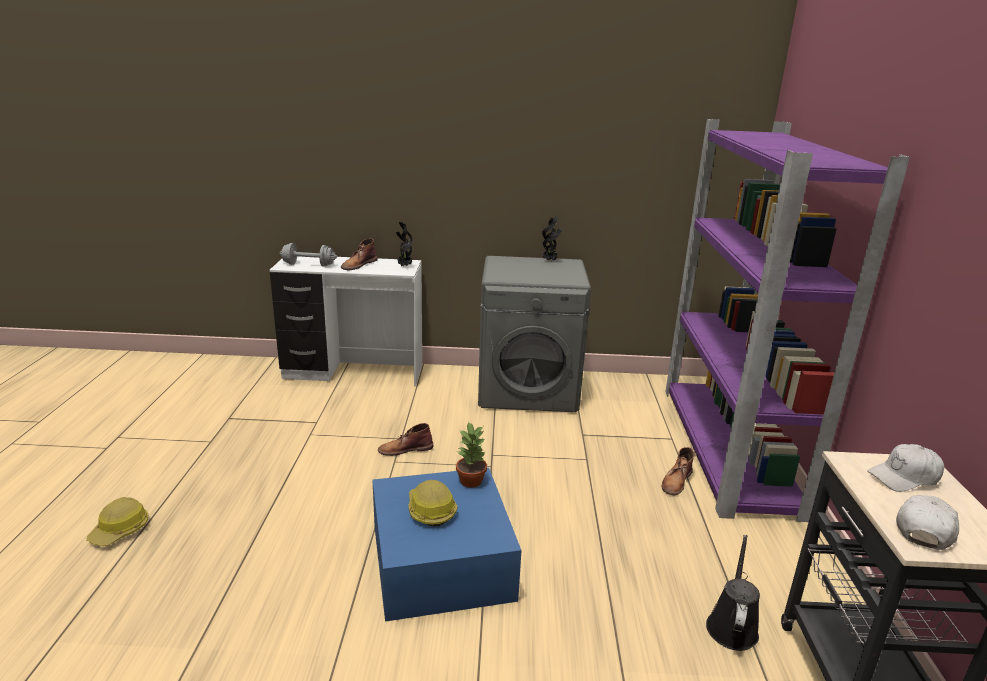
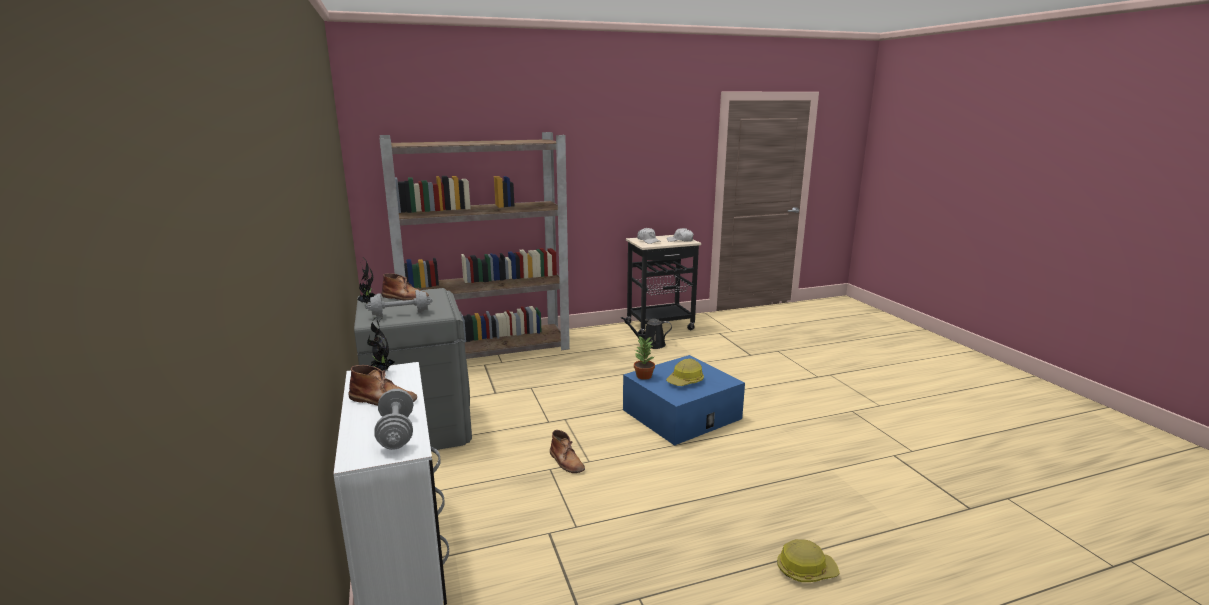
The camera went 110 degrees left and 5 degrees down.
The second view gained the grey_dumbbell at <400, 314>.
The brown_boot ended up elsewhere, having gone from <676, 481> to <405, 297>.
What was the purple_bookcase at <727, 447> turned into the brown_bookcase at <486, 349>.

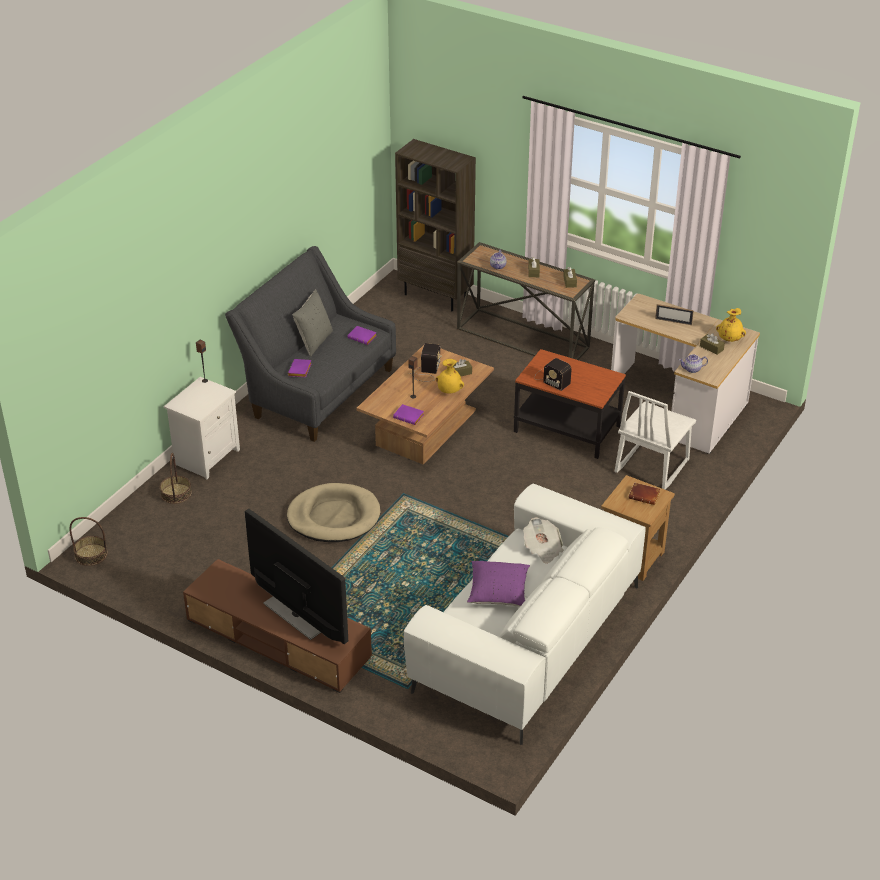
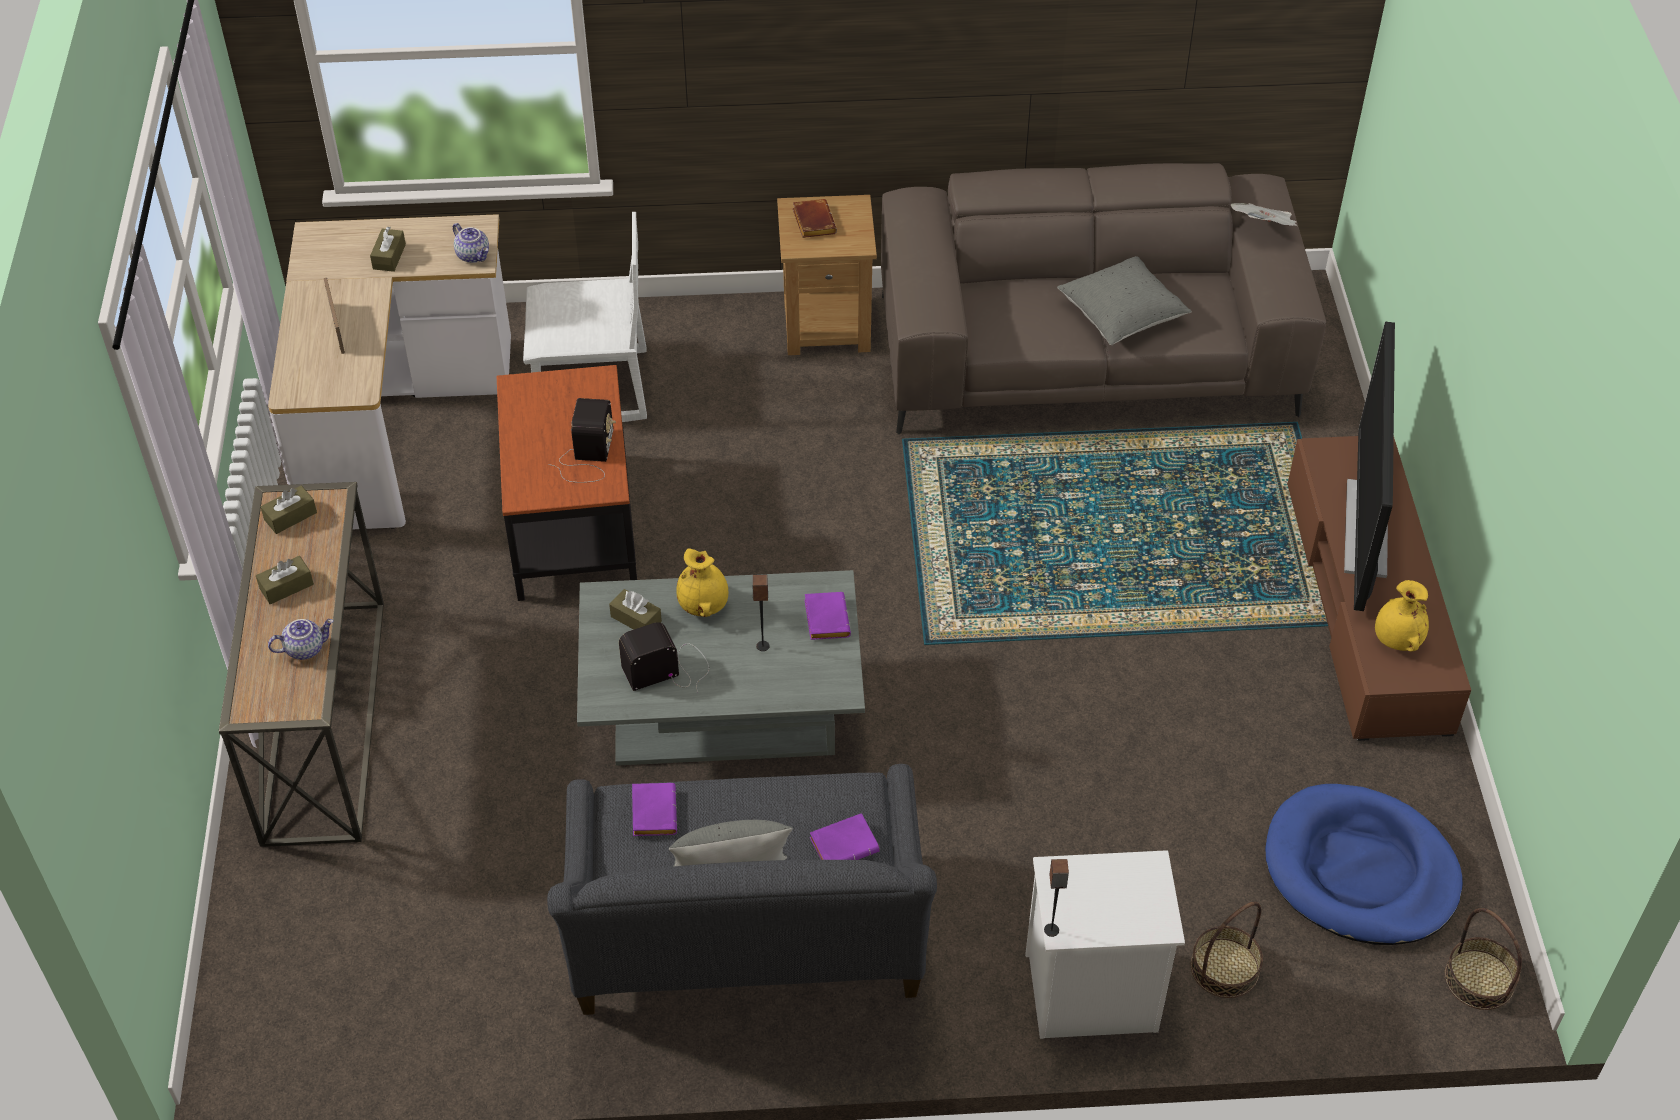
The camera went 125 degrees left and 10 degrees up.
The second view lost the beige_dog_bed at <334, 516>.
The second view lost the brown_bookcase at <436, 296>.
The second view gained the blue_dog_bed at <1360, 871>.
The newspaper ended up elsewhere, having gone from <543, 549> to <1264, 228>.
The yellow_vase ended up elsewhere, having gone from <729, 339> to <1396, 640>.
What was the brown_coffee_table at <426, 427> turned into the grey_coffee_table at <723, 712>.
What was the white_sofa at <526, 637> turned into the brown_sofa at <1086, 356>.
What was the purple_pillow at <498, 593> turned into the grey_pillow at <1122, 315>.

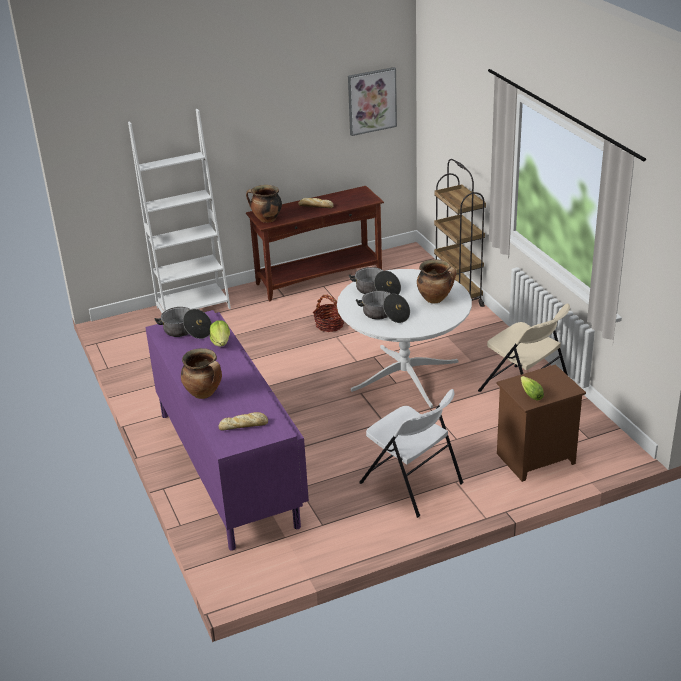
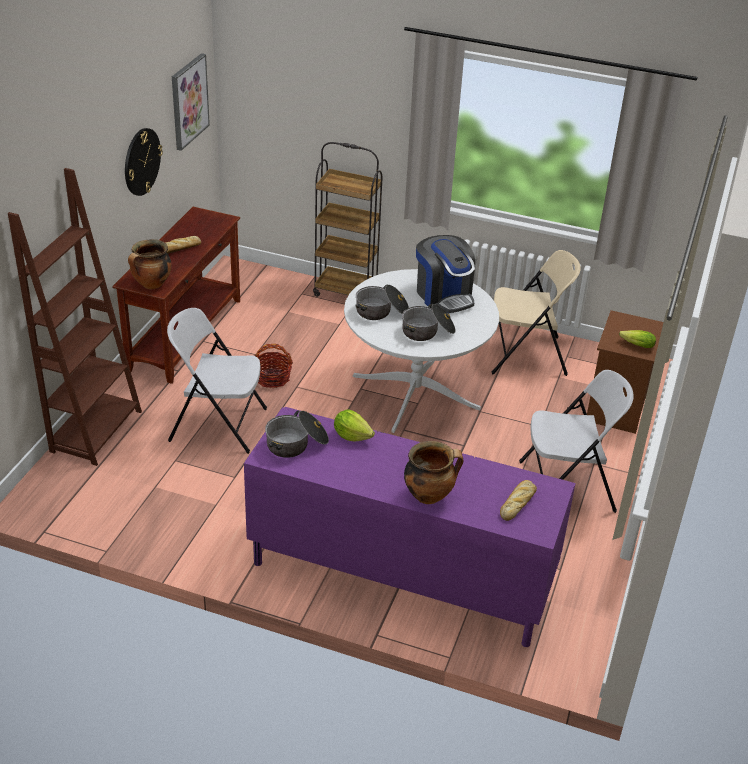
The camera went 50 degrees left and 5 degrees up.
The second view gained the wall_clock at <141, 161>.
The second view gained the white_chair at <218, 424>.
Where the cooking_pot stood at <435, 299>, the coffee_machine came to stand at <444, 295>.
What was the white_bookcase at <193, 307> turned into the brown_bookcase at <96, 431>.

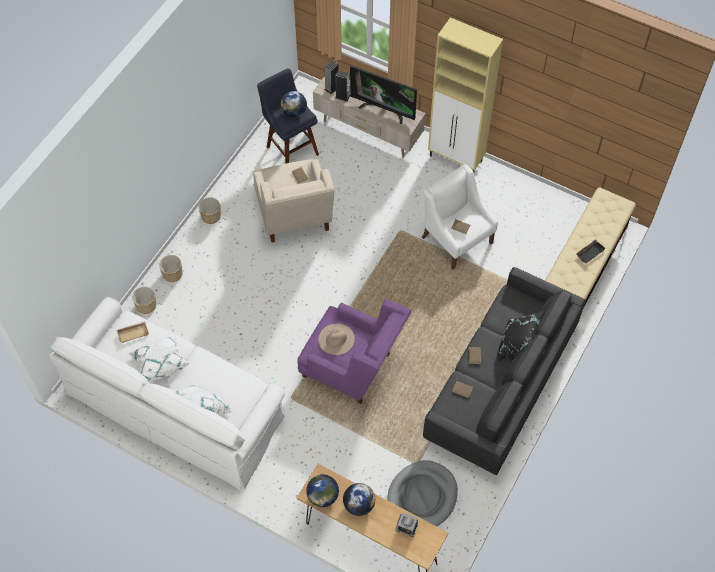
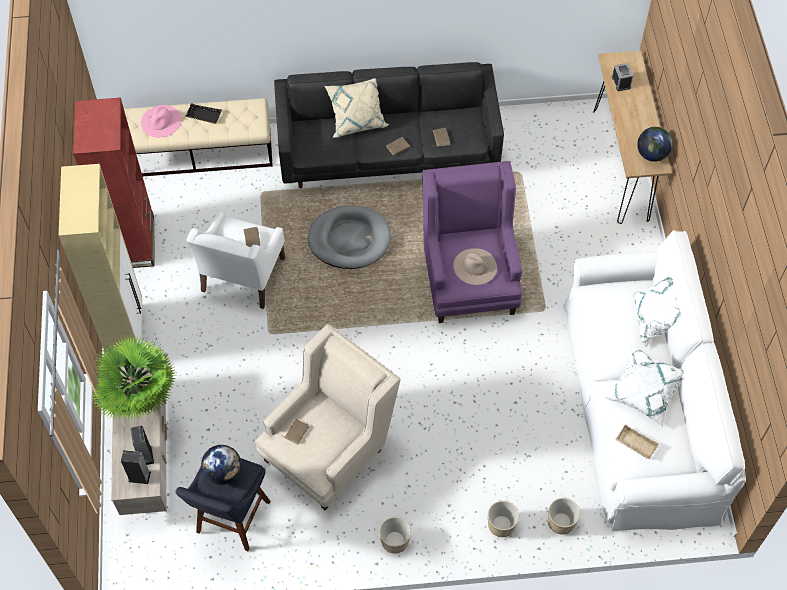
The camera went 125 degrees left and 0 degrees up.
The second view lost the globe at <359, 505>.
The second view gained the red_bookcase at <134, 243>.
The second view gained the pink_hat at <161, 121>.
The grey_dog_bed ended up elsewhere, having gone from <422, 496> to <349, 239>.
Where the television stood at <383, 109>, the potted_plant came to stand at <138, 397>.
What was the black_pillow at <517, 344> turned into the beige_pillow at <357, 121>.

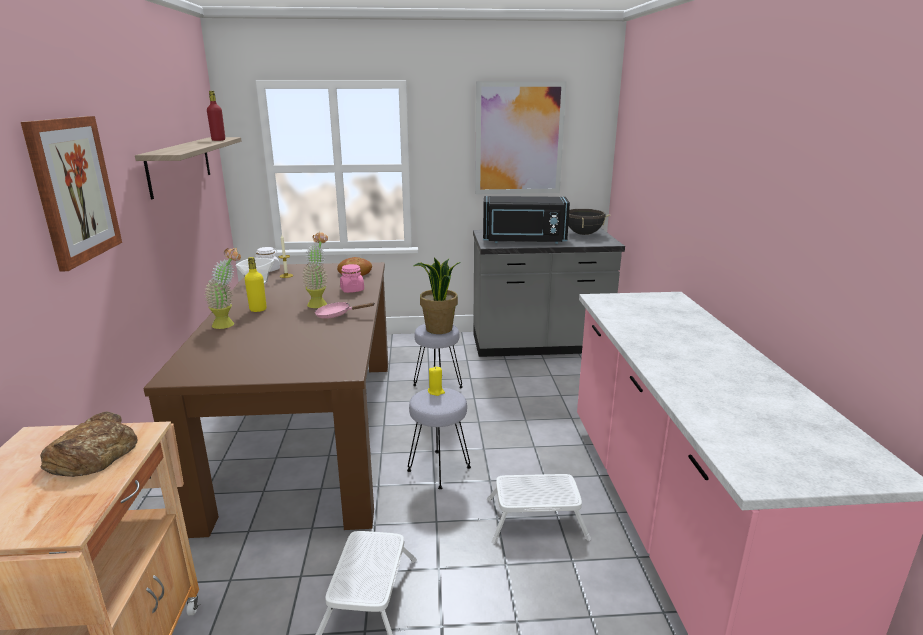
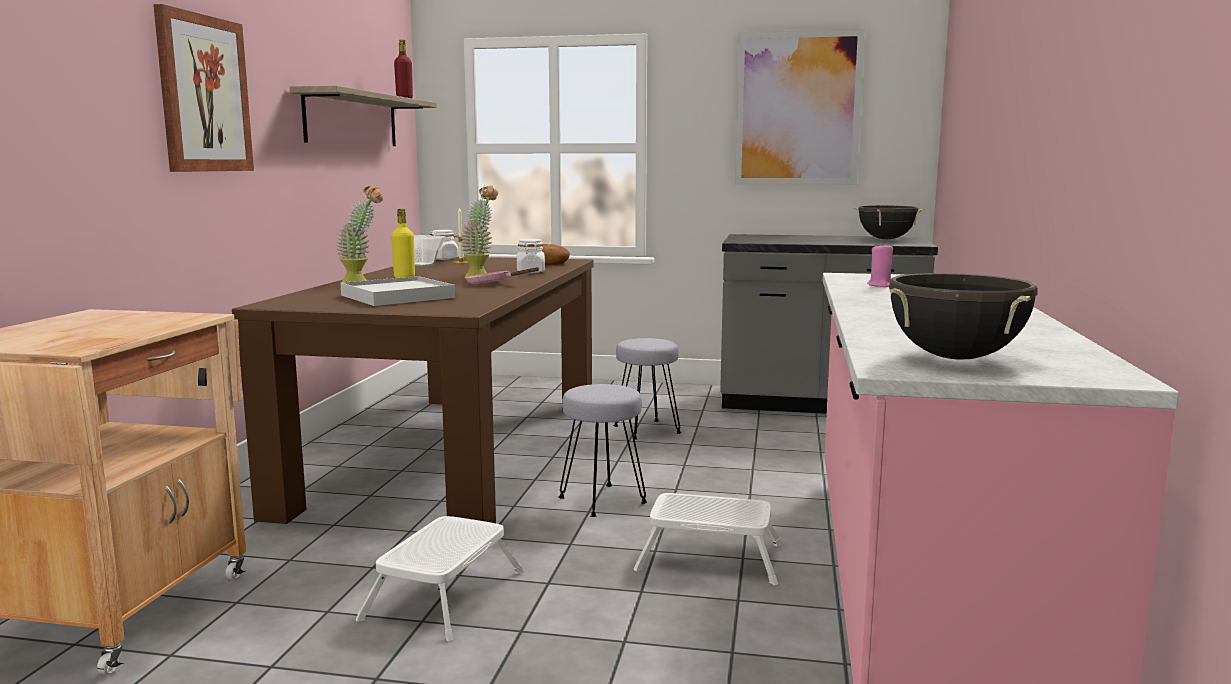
The camera went 15 degrees right and 10 degrees down.
The second view lost the bread at <93, 453>.
The second view lost the potted_plant at <439, 329>.
The second view lost the yellow_candle at <436, 392>.
The second view lost the black_microwave at <524, 241>.
The second view gained the white_tray at <397, 296>.
The second view gained the pink_candle at <880, 285>.
The second view gained the black_cooking_pot at <955, 358>.
What was the pink_jar at <352, 290> turned into the white_jar at <530, 272>.

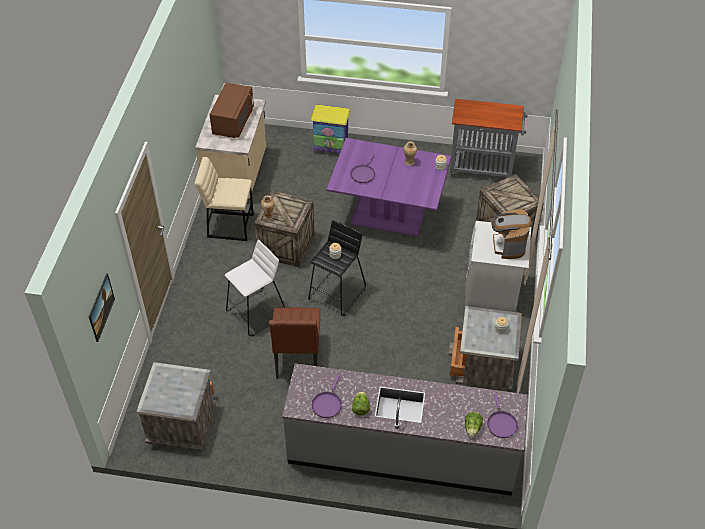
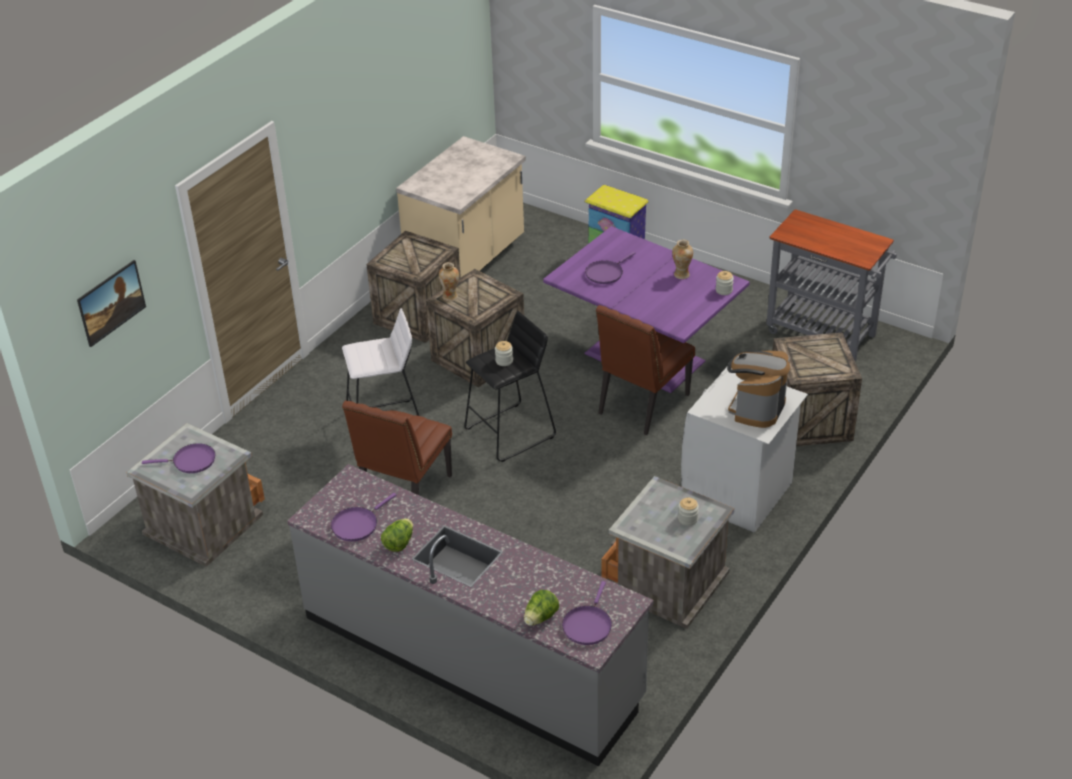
The camera went 25 degrees right and 10 degrees down.
The second view lost the brown_microwave at <233, 122>.
The second view gained the purple_frying_pan at <191, 461>.
The second view gained the brown_chair at <644, 403>.
Where the beige_stool stood at <229, 225>, the crate came to stand at <417, 314>.

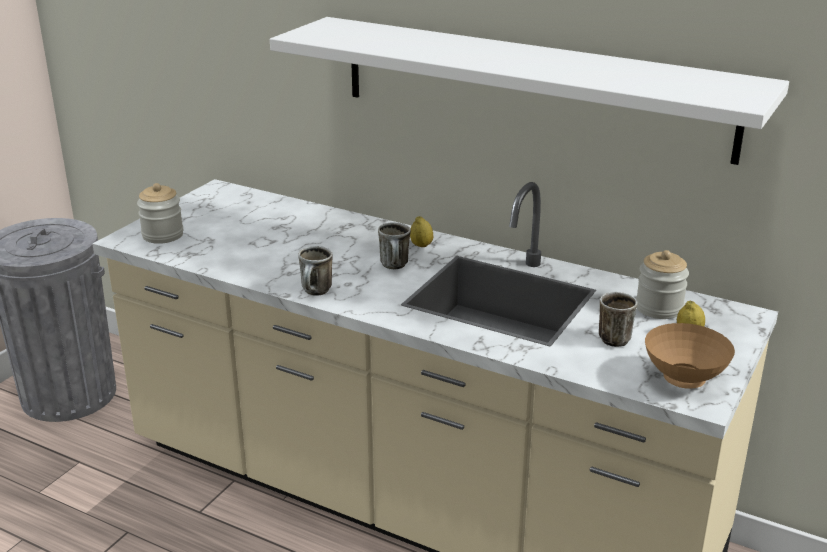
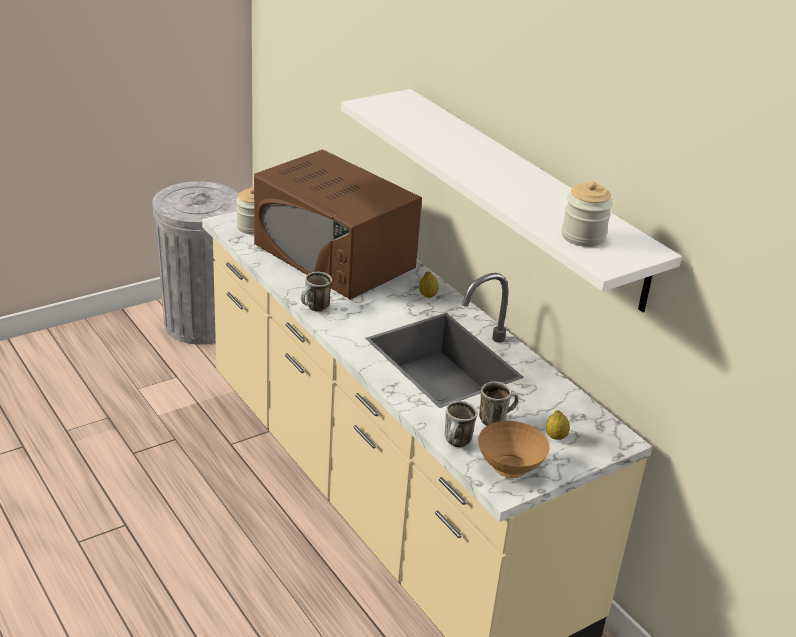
The camera went 25 degrees right and 5 degrees up.
The second view gained the brown_microwave at <334, 256>.
The mug ended up elsewhere, having gone from <396, 267> to <457, 444>.
The jar ended up elsewhere, having gone from <659, 308> to <583, 236>.

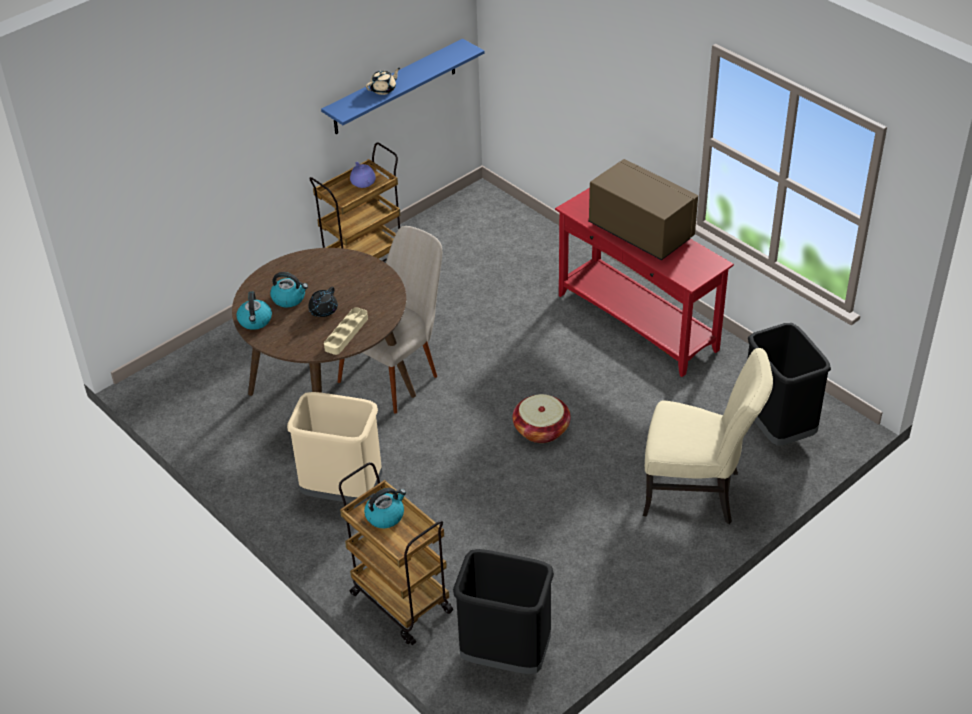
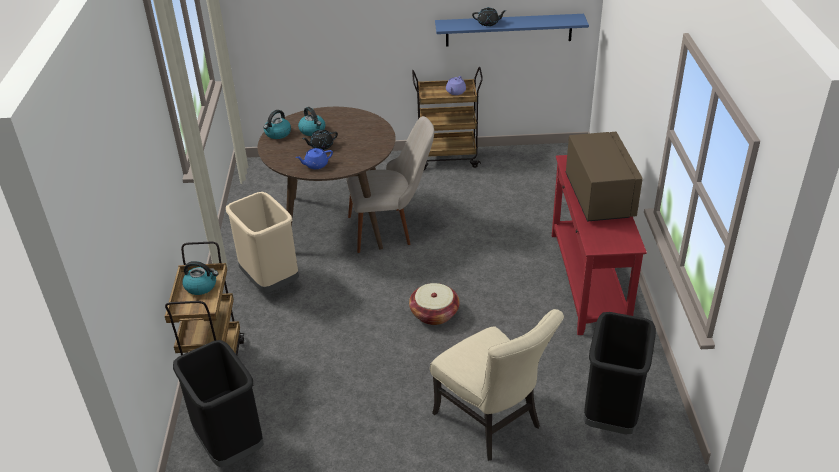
The camera went 40 degrees right and 5 degrees down.
Where the beige_tray stood at <346, 333>, the blue_teapot came to stand at <316, 165>.
What was the beige_teapot at <383, 89> turned into the black_teapot at <488, 23>.

